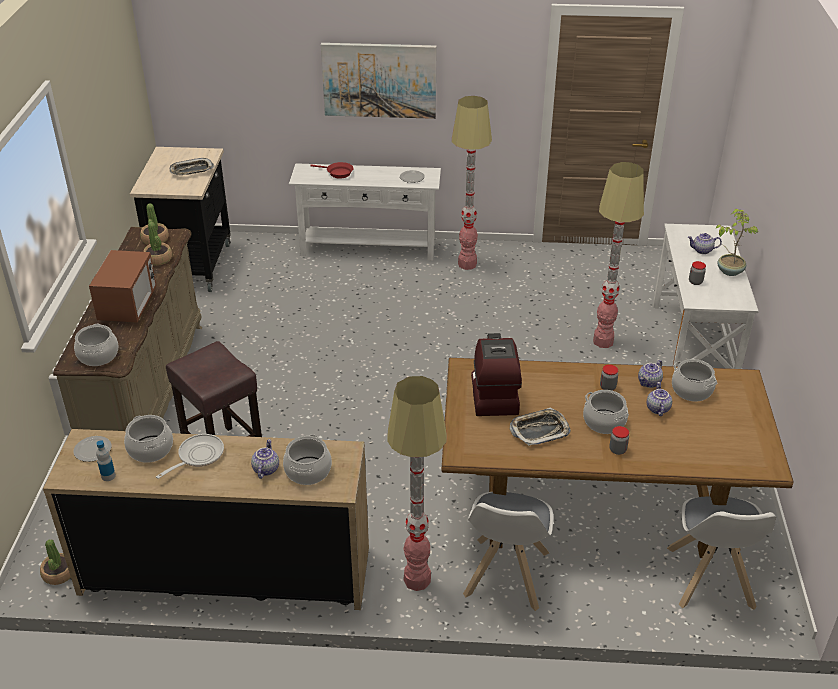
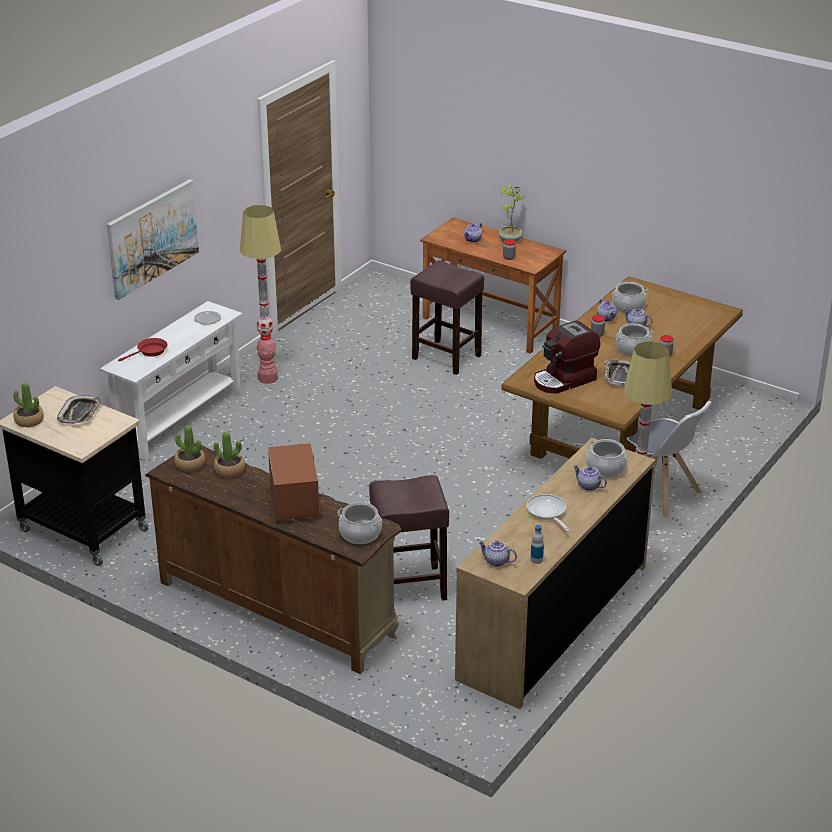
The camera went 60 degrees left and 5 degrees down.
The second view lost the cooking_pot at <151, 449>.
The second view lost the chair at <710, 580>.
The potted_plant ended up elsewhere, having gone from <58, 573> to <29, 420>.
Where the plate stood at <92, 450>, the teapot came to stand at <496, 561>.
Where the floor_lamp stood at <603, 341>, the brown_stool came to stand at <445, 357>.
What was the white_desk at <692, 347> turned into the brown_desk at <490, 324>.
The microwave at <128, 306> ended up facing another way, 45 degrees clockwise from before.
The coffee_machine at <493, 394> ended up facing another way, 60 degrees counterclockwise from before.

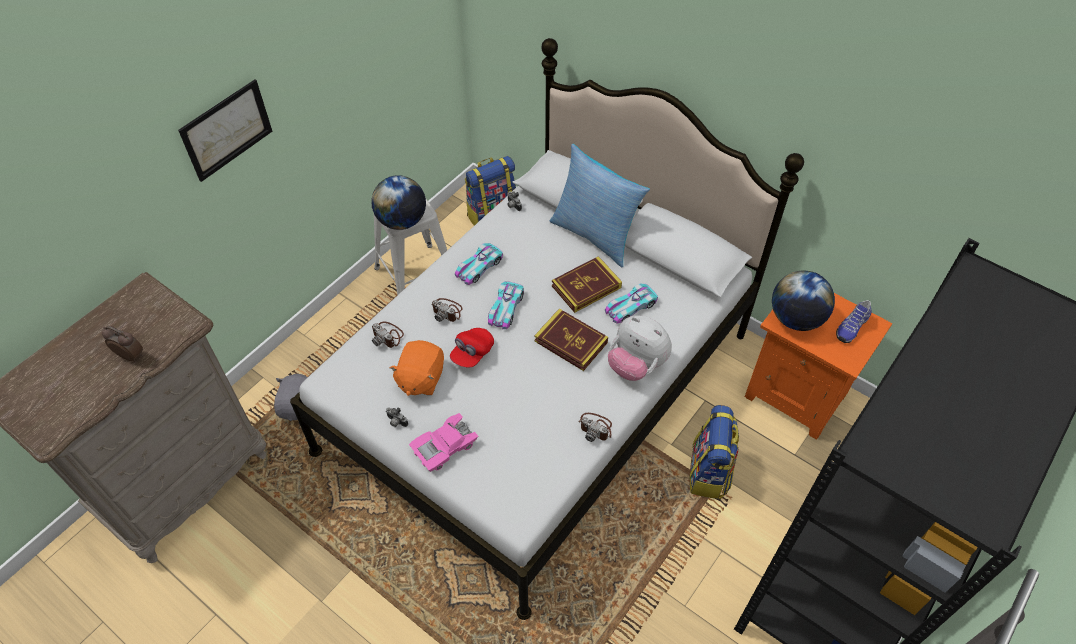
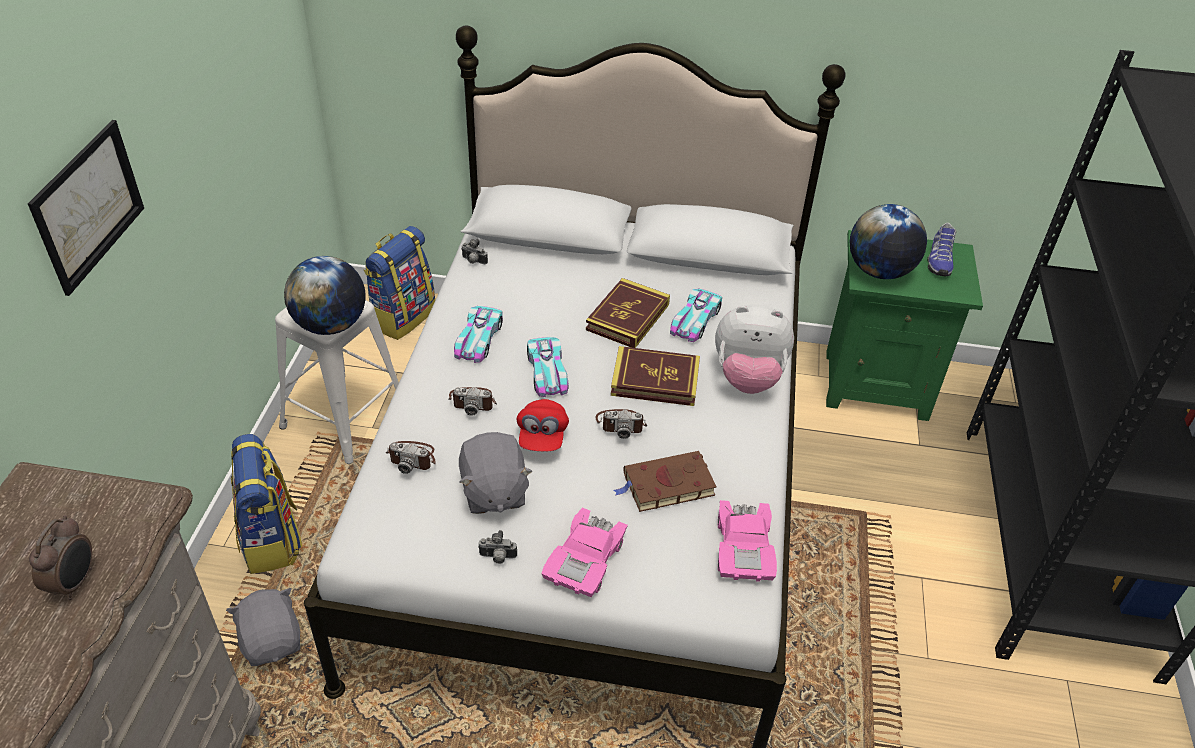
The camera went 30 degrees left and 10 degrees down.
The second view lost the pillow at <595, 235>.
The second view gained the brown_book at <666, 485>.
The second view gained the pink_toy_car at <744, 548>.
The photo_camera ended up elsewhere, having gone from <596, 428> to <621, 424>.
The backpack ended up elsewhere, having gone from <709, 472> to <272, 540>.
What was the orange_plush_toy at <420, 378> turned into the grey_plush_toy at <493, 492>.
What was the orange_nightstand at <795, 397> turned into the green_nightstand at <877, 387>.
The alarm_clock at <131, 355> ended up facing another way, 105 degrees clockwise from before.

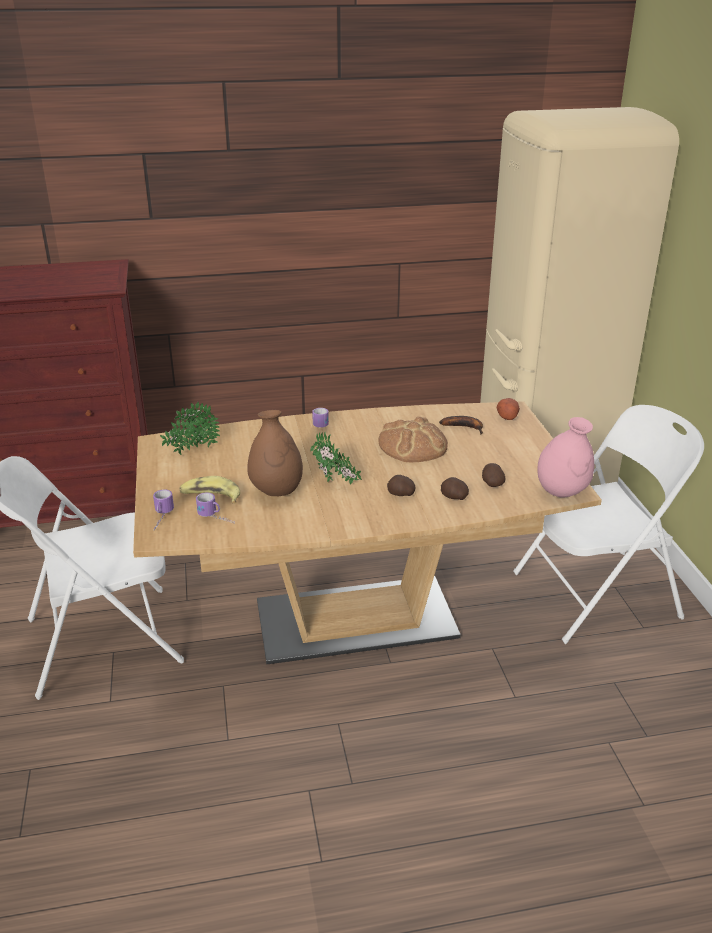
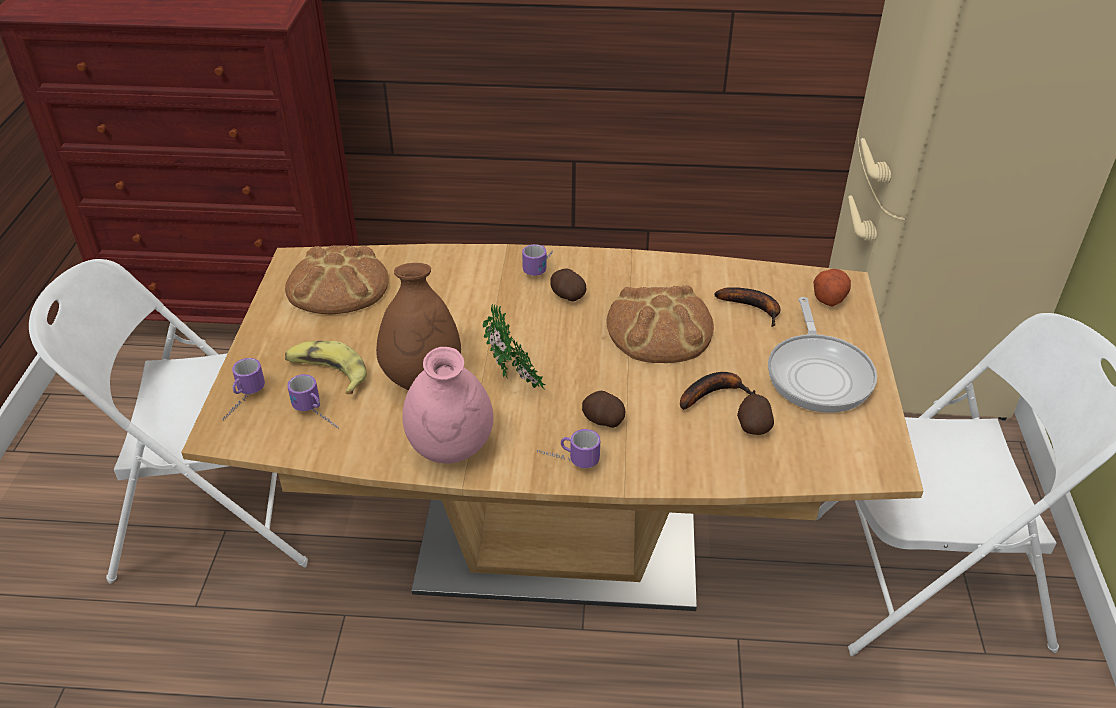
The camera went 15 degrees right and 10 degrees up.
The second view gained the mug at <568, 460>.
The second view gained the banana at <713, 393>.
The second view gained the frying_pan at <818, 374>.
The potato ended up elsewhere, having gone from <453, 497> to <567, 296>.
The pink_vase ended up elsewhere, having gone from <562, 492> to <450, 449>.
Where the potted_plant stood at <192, 450>, the bread came to stand at <337, 285>.

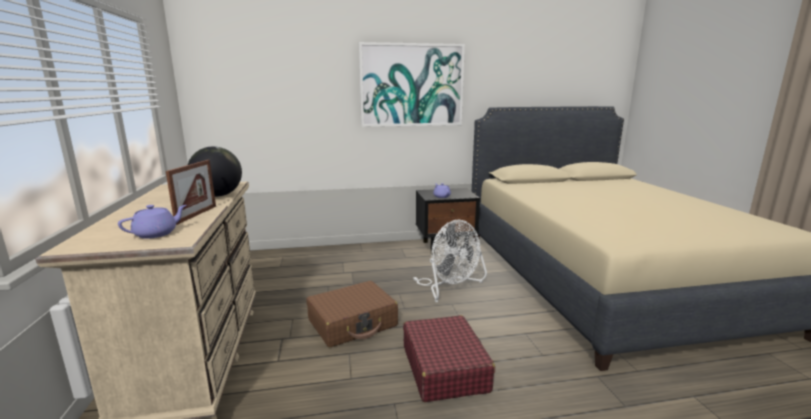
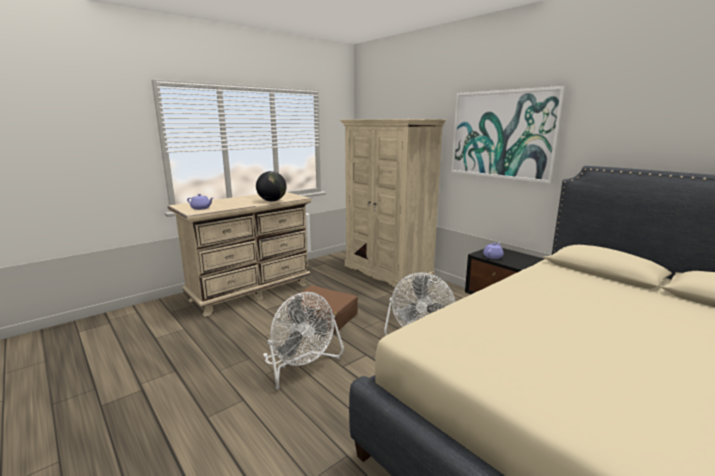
The camera went 60 degrees right and 0 degrees up.
The second view lost the picture_frame at <196, 214>.
The second view gained the beige_wardrobe at <387, 271>.
Where the red_suitcase stood at <444, 368>, the white_fan came to stand at <299, 366>.

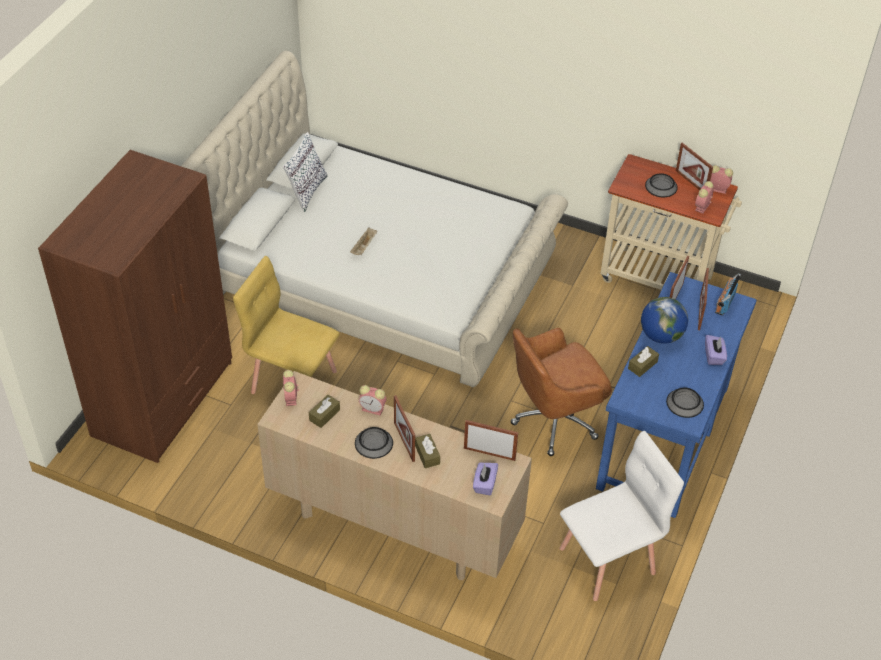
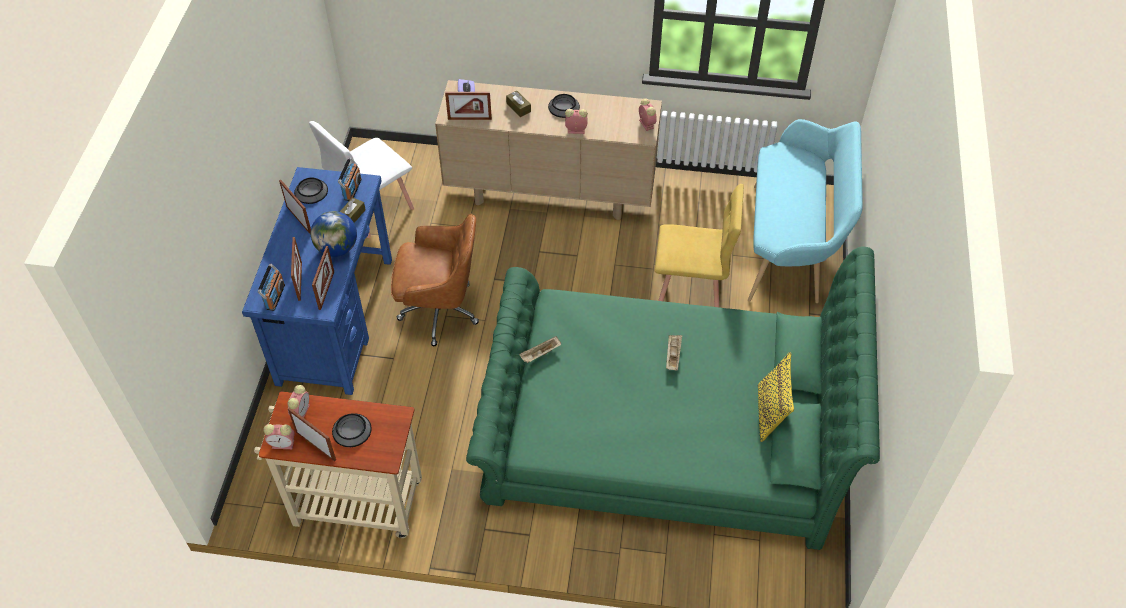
The camera went 165 degrees right and 5 degrees up.
The second view lost the brown_tissue_box at <324, 415>.
The second view lost the purple_tissue_box at <714, 356>.
The second view gained the radio at <352, 189>.
The second view gained the beige_tray at <540, 354>.
The picture_frame ended up elsewhere, having gone from <404, 441> to <299, 219>.
Where the brown_wardrobe stood at <164, 399>, the turquoise_bench came to stand at <792, 246>.
What was the beige_bed at <380, 274> turned into the green_bed at <663, 427>.
What was the white_pillow at <308, 192> turned into the yellow_pillow at <769, 414>.
The brown_office_chair at <554, 420> ended up facing another way, 45 degrees clockwise from before.

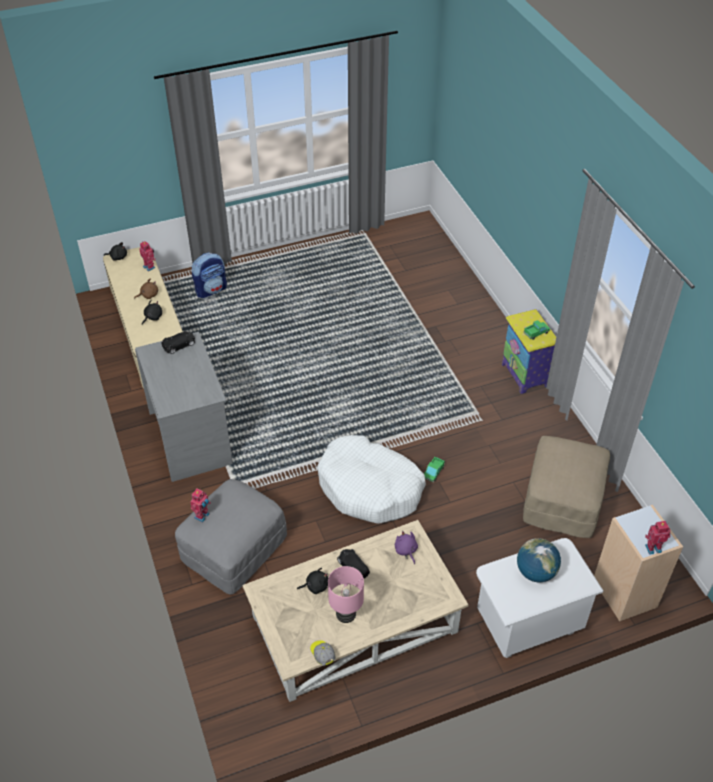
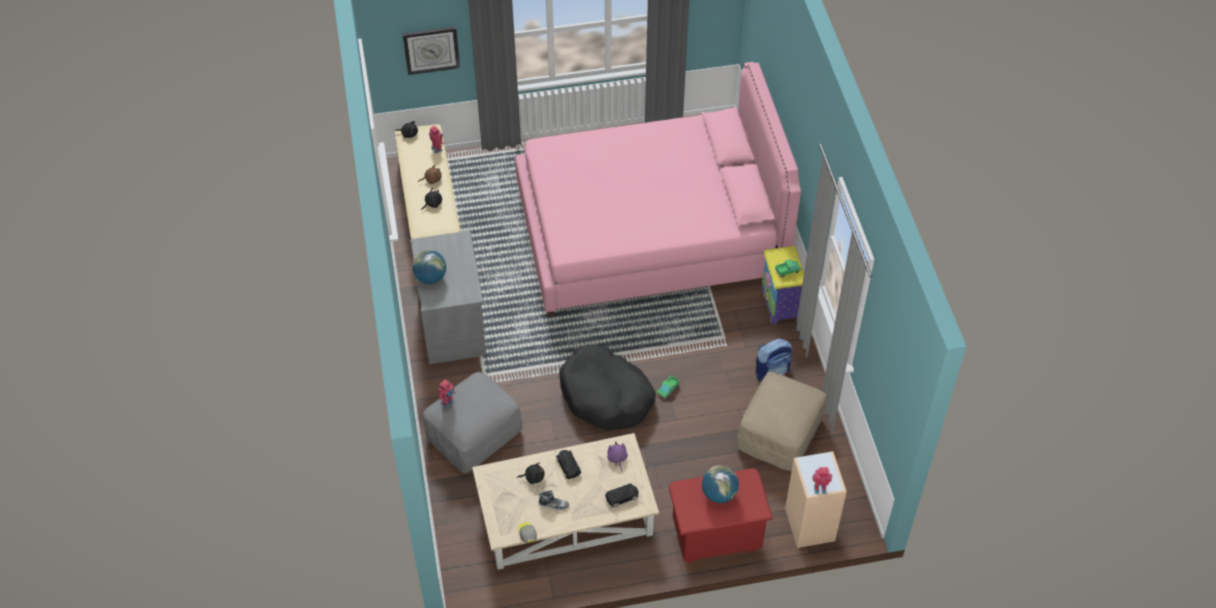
The camera went 10 degrees right and 5 degrees up.
The second view gained the wall_clock at <431, 50>.
The second view gained the globe at <430, 278>.
The second view gained the pink_bed at <649, 234>.
The black_toy_car ended up elsewhere, having gone from <179, 345> to <622, 497>.
The backpack ended up elsewhere, having gone from <211, 290> to <772, 372>.
Where the pink_table_lamp stood at <346, 614>, the shoe came to stand at <553, 504>.
What was the white_dog_bed at <370, 488> turned into the black_dog_bed at <606, 396>.
What was the white_nightstand at <526, 622> turned into the red_nightstand at <715, 536>.

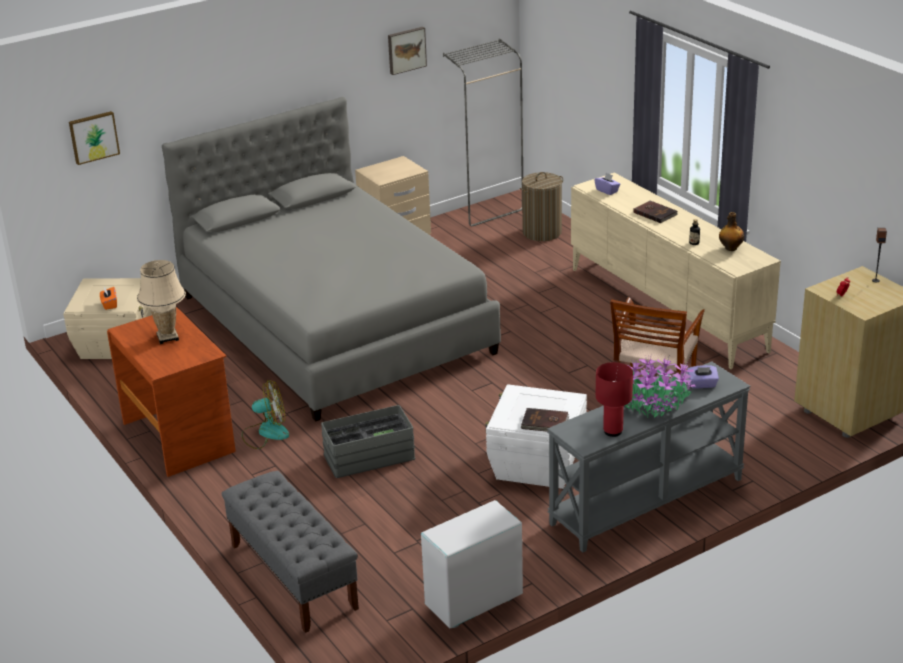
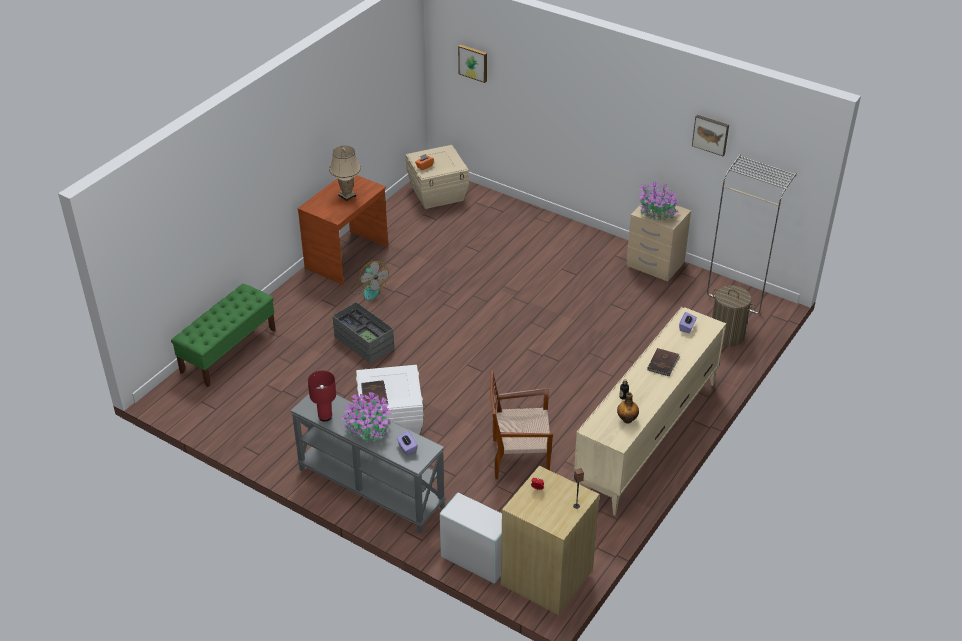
The camera went 65 degrees right and 10 degrees up.
The second view lost the grey_bed at <335, 324>.
The second view gained the potted_plant at <656, 213>.
The white_nightstand ended up elsewhere, having gone from <472, 603> to <476, 561>.
What was the grey_bench at <293, 576> turned into the green_bench at <228, 351>.

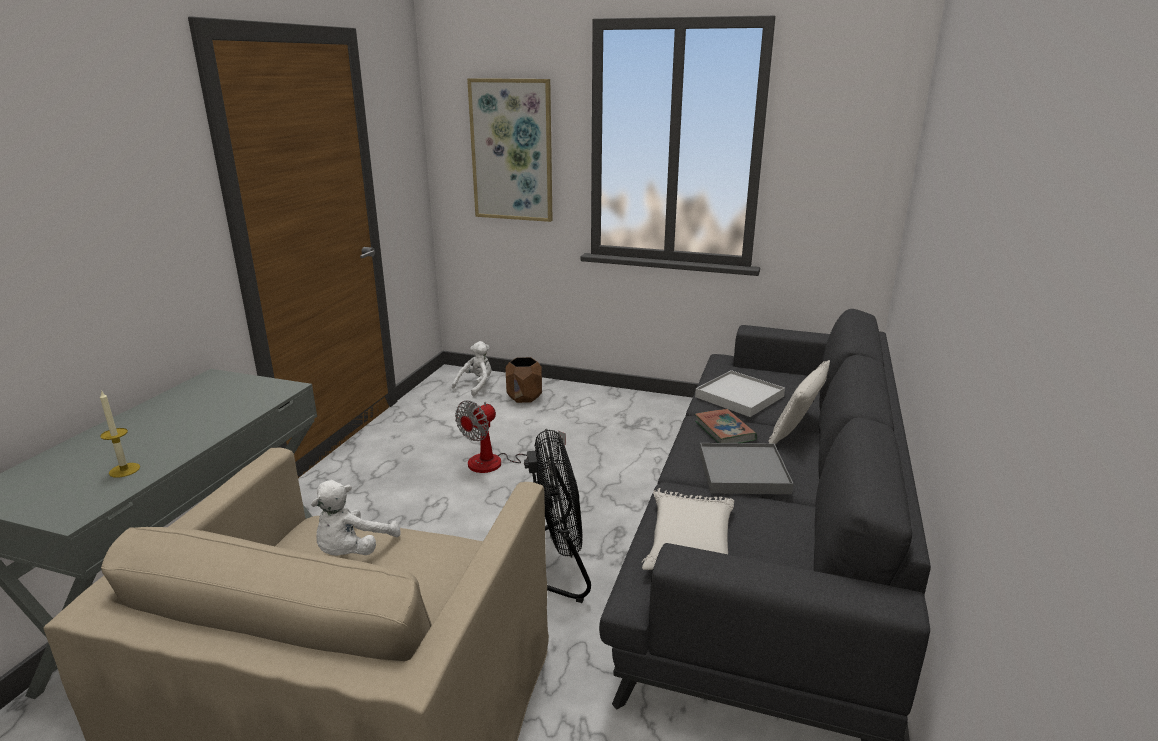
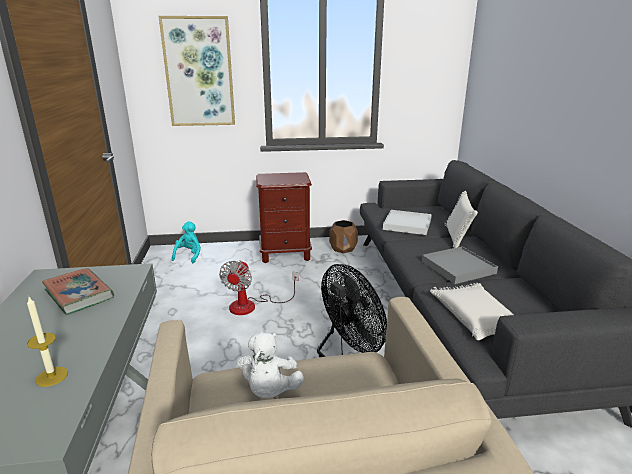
The camera went 25 degrees left and 0 degrees up.
The second view gained the brown_nightstand at <285, 254>.
The brown_planter ended up elsewhere, having gone from <524, 397> to <343, 249>.
The book ended up elsewhere, having gone from <724, 431> to <79, 294>.
What was the white_plush_toy at <476, 386> turned into the turquoise_plush_toy at <189, 256>.

